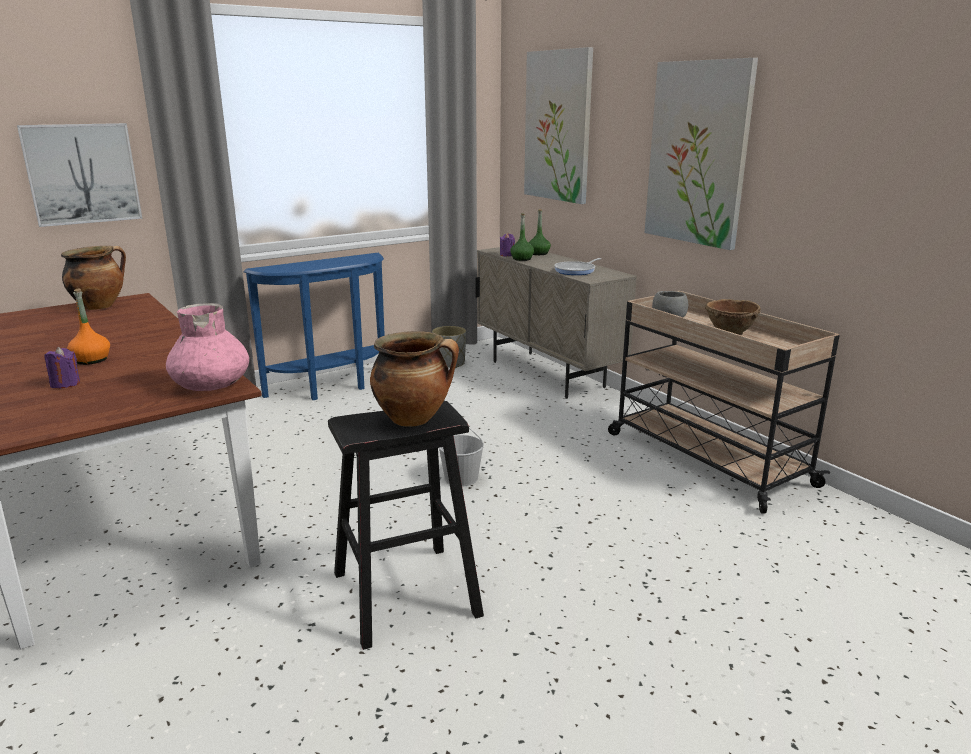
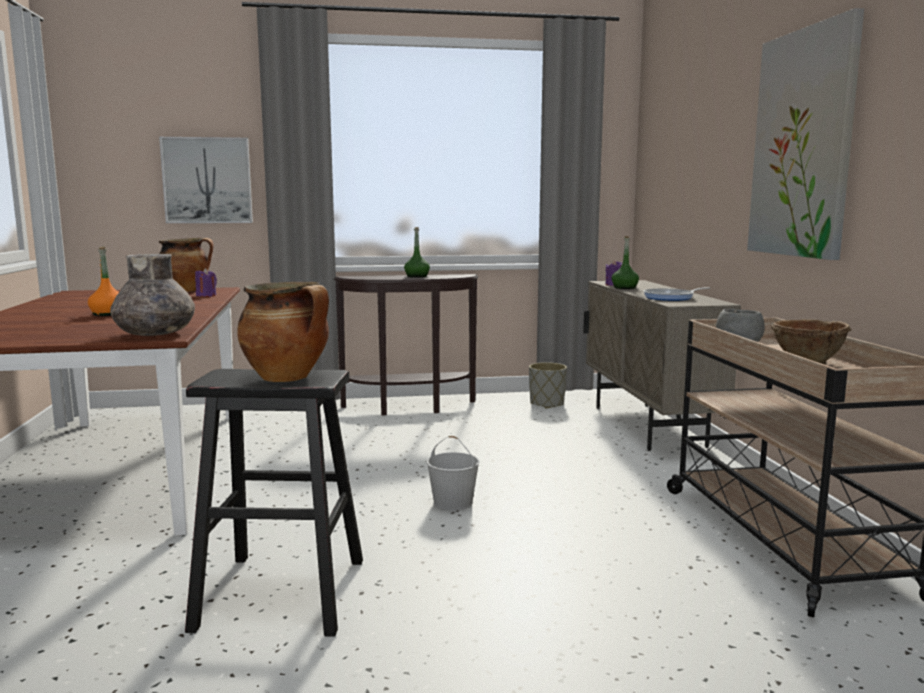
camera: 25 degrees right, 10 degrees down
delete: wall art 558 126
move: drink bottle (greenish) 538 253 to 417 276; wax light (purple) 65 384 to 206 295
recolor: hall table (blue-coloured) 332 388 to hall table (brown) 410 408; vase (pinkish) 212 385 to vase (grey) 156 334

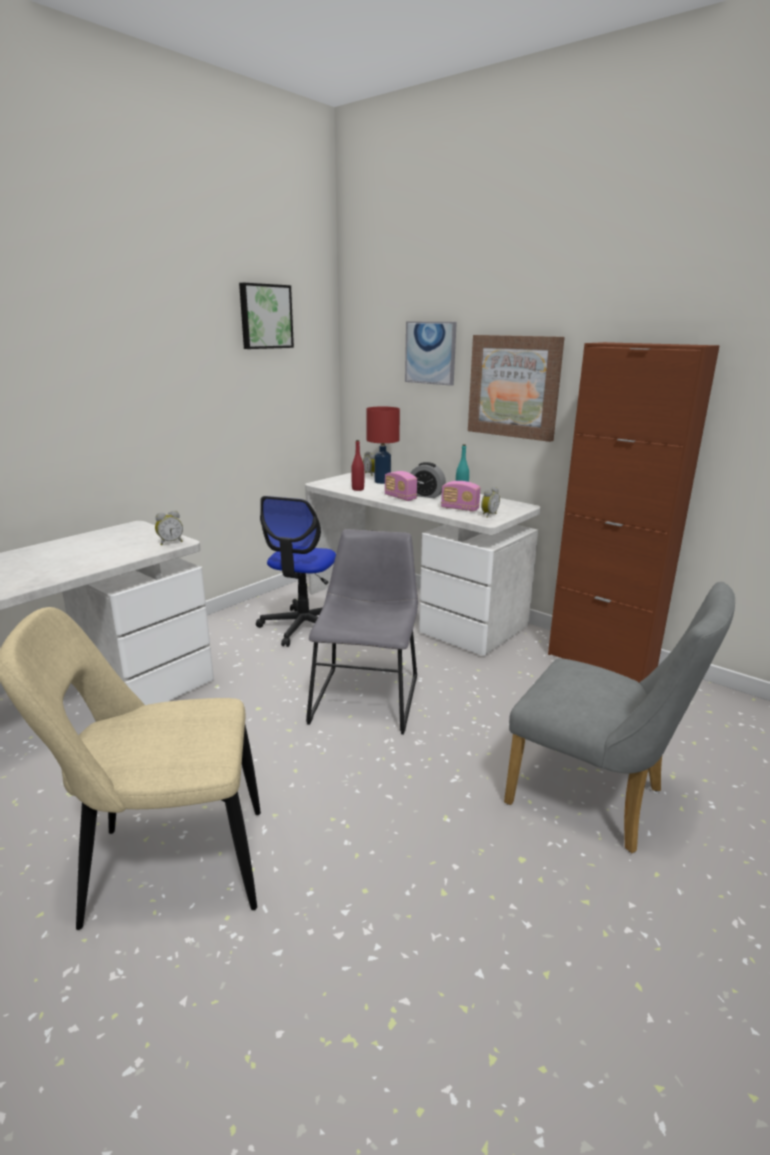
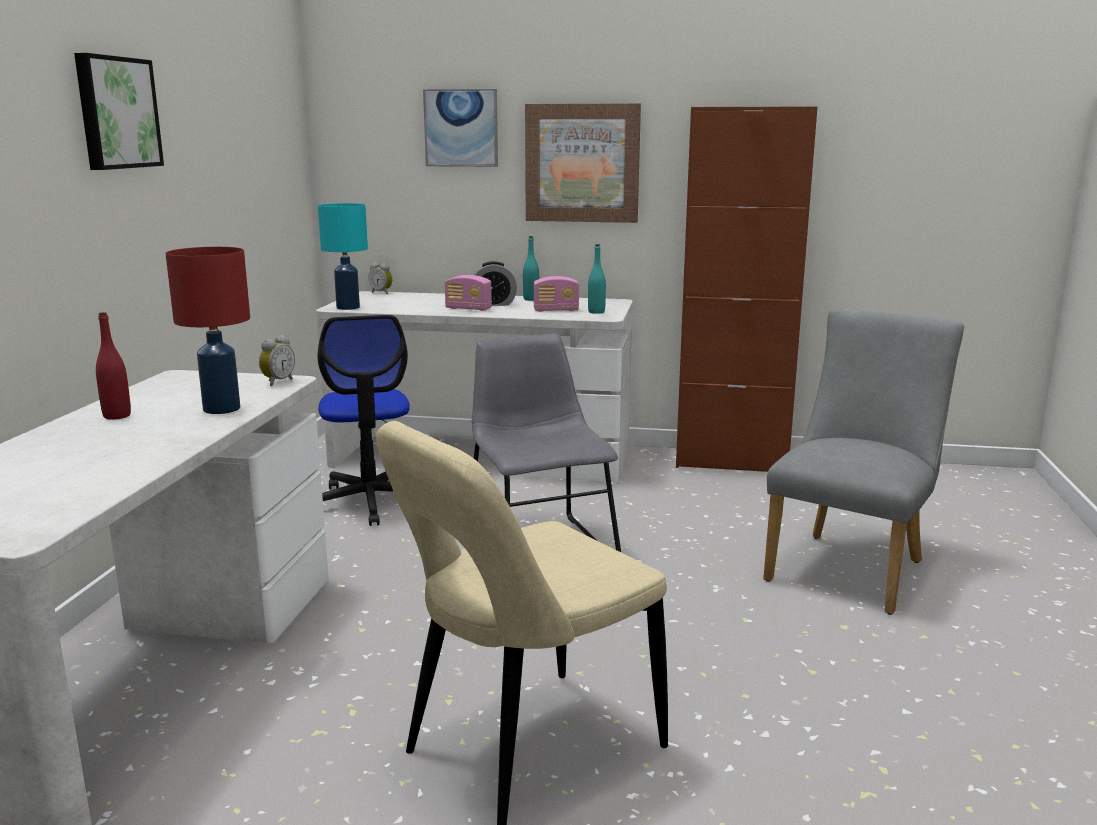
camera: 30 degrees left, 5 degrees down
insert: lamp for a table (turquoise) 348 307
move: wall art 265 316 to 116 113; lamp for a table (red-coloured) 383 482 to 223 409; drink bottle (red-coloured) 358 489 to 117 416
replace: table clock 488 515 to drink bottle (turquoise) 596 312
rotate: chair (grey) 596 800 = 851 567 60 degrees counterclockwise

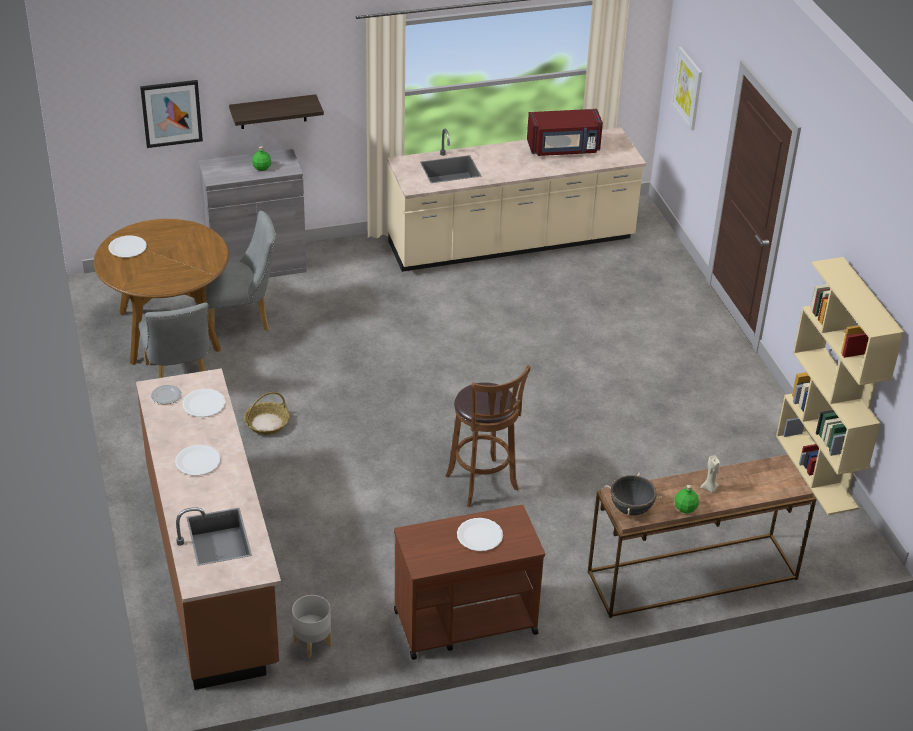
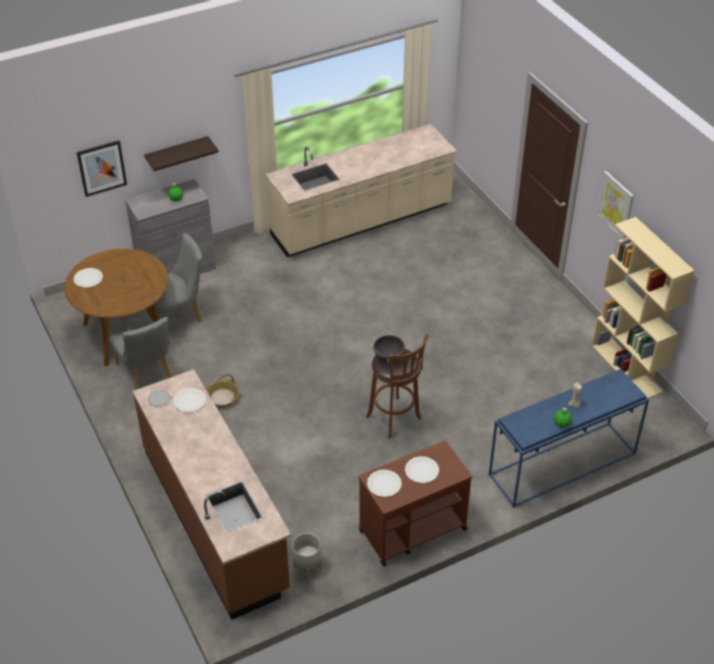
camera: 10 degrees left, 5 degrees up
delete: microwave (red-coloured) 563 149
move: wall art 687 88 to 615 205; dinner plate (white-coloured) 197 461 to 384 484; cooking pot (blackish) 631 509 to 388 358
recolor: hall table (brown) 691 577 to hall table (blue-coloured) 562 465

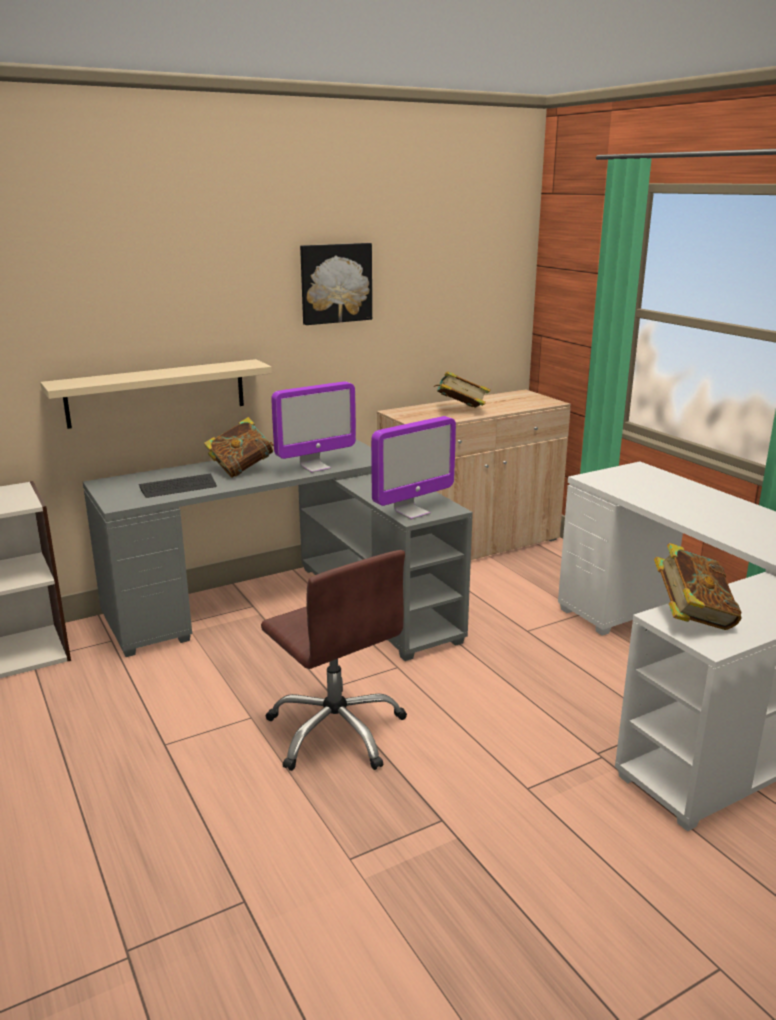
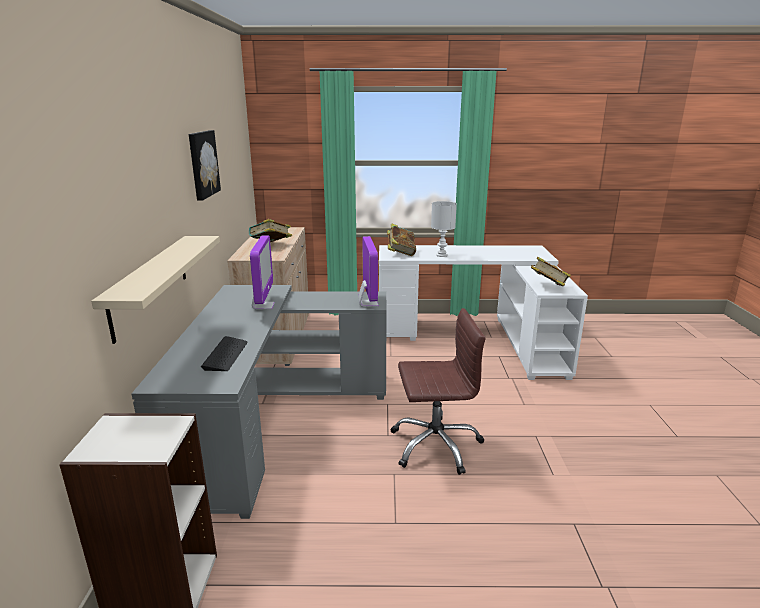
camera: 60 degrees left, 0 degrees up
insert: lamp for a table (white-coloured) 442 255
move: volume 241 470 to 400 253

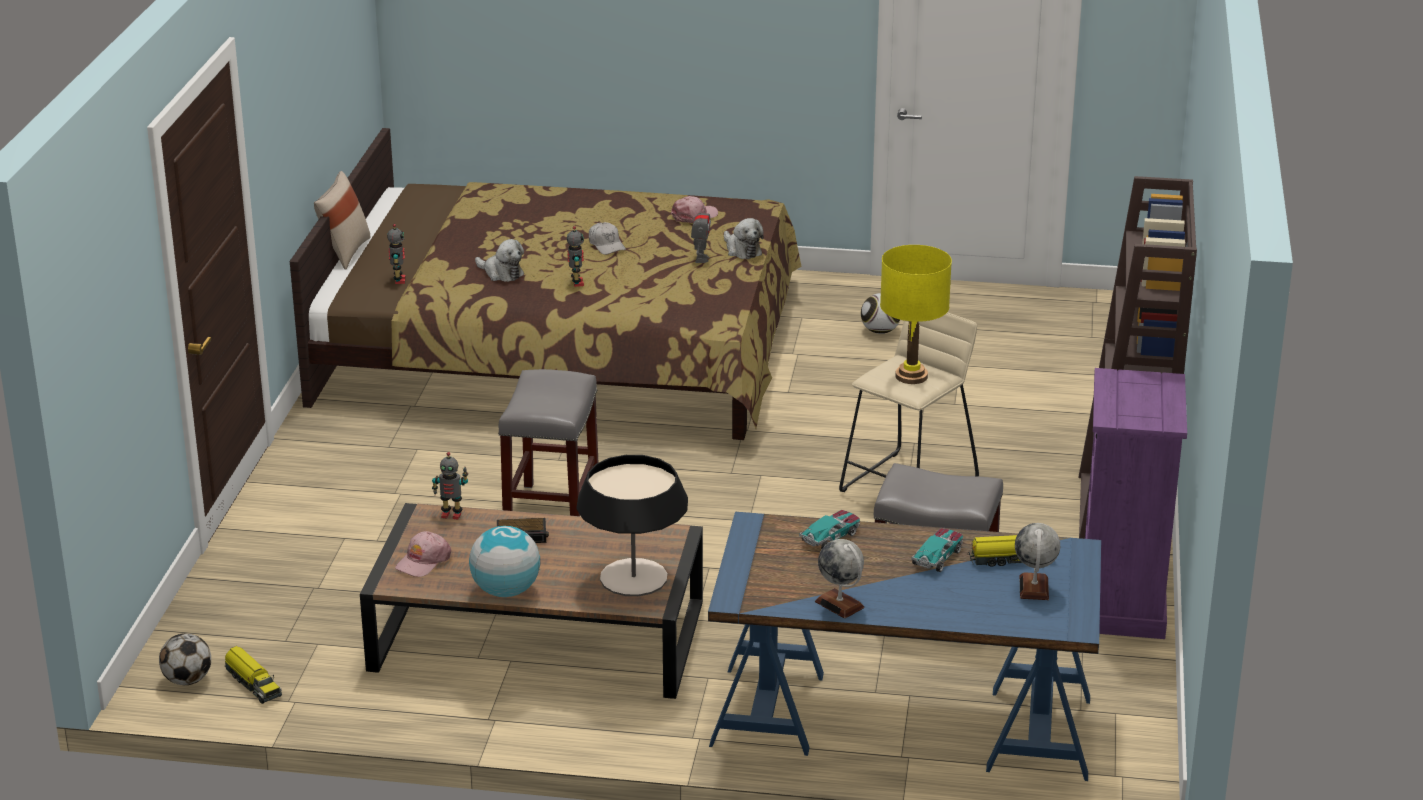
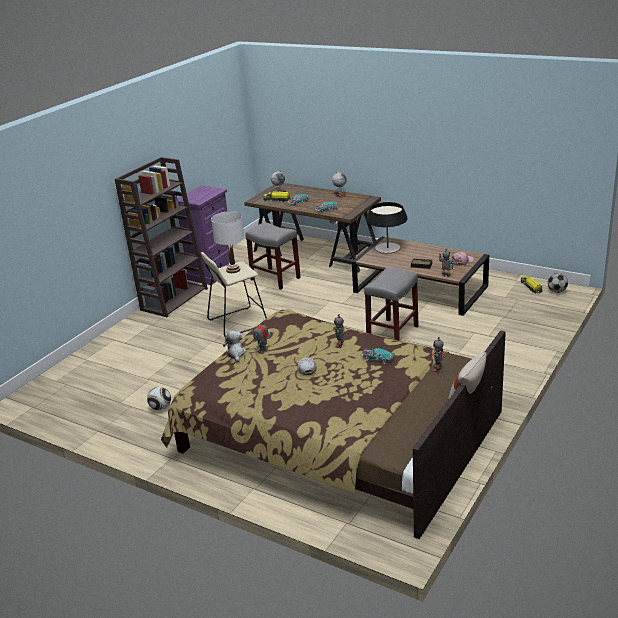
camera: 155 degrees left, 0 degrees up
delete: baseball cap (pinkish) 694 216; world globe 505 591
replace: plush toy 501 273 to model car 377 358
recolor: lamp for a table (yellow-coloured) 911 376 to lamp for a table (white-coloured) 233 270; desk unit (blue-coloured) 901 722 to desk unit (brown) 316 252

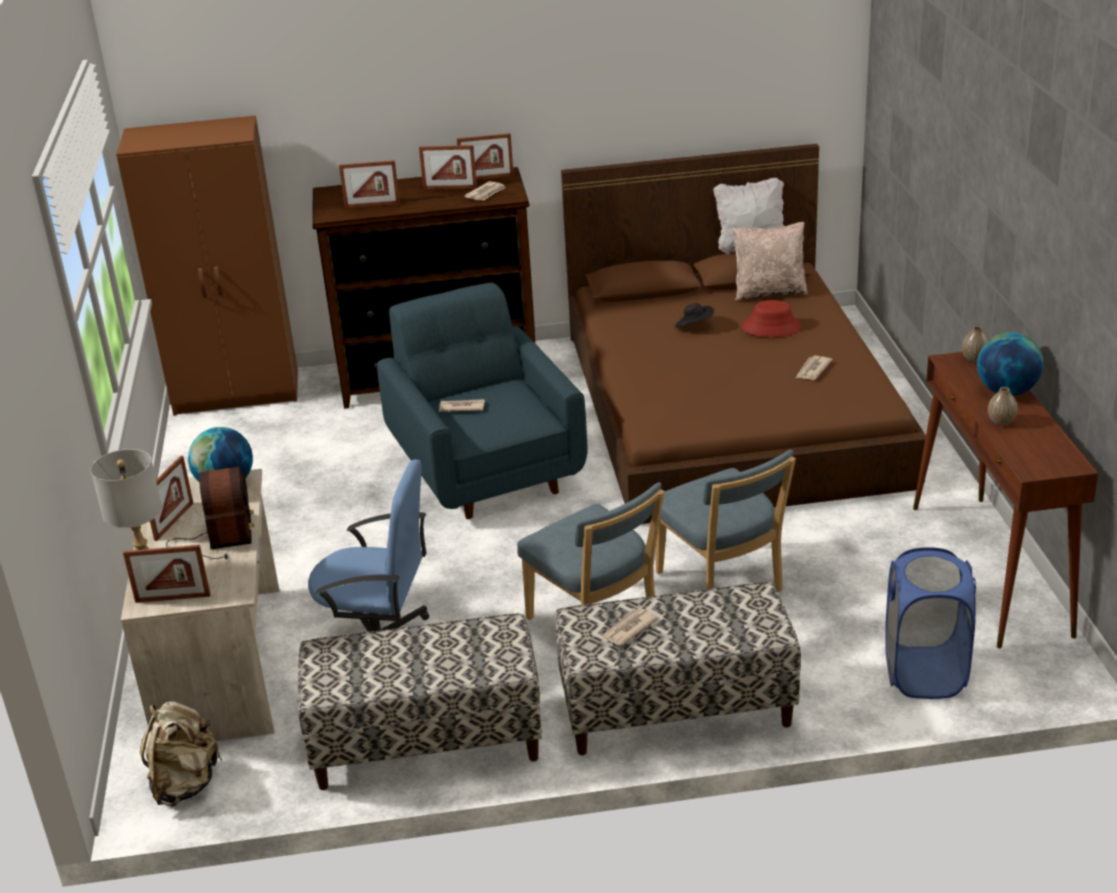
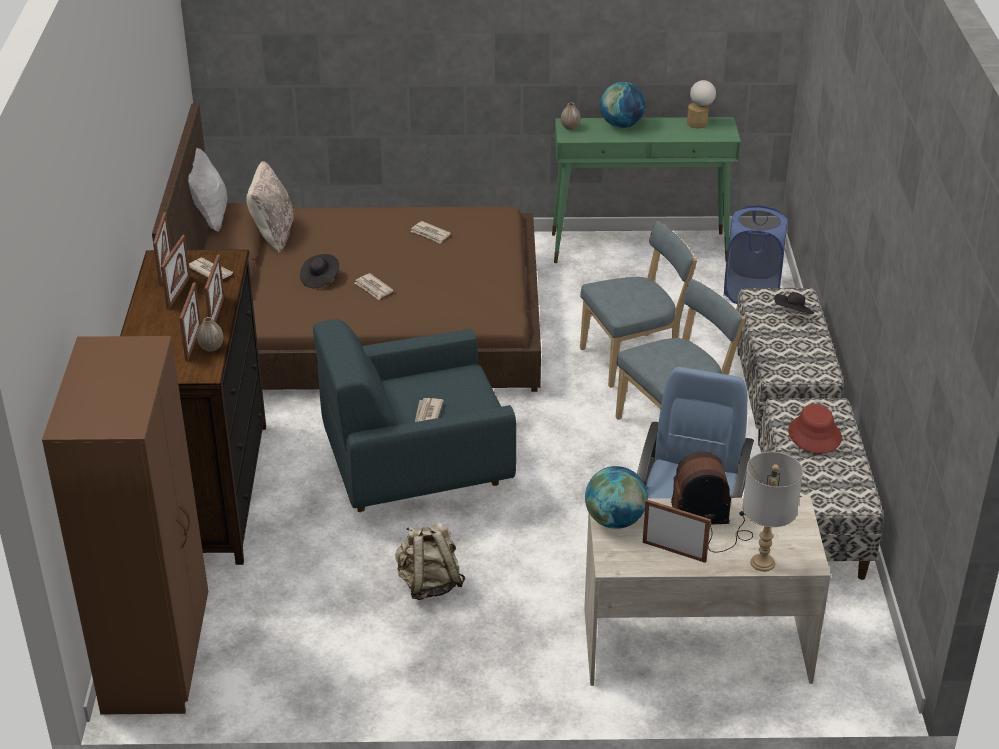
camera: 85 degrees left, 5 degrees up
insert: lamp for a table 699 123; wearable hat (blackish) 793 314
move: wearable hat (red-coloured) 771 327 to 814 435; vase 1001 422 to 211 347; standing frame 173 598 to 217 313; newspaper 628 629 to 373 288; knapsack (beige) 185 784 to 429 584
recolor: hall table (brown) 990 569 to hall table (greenish) 640 247

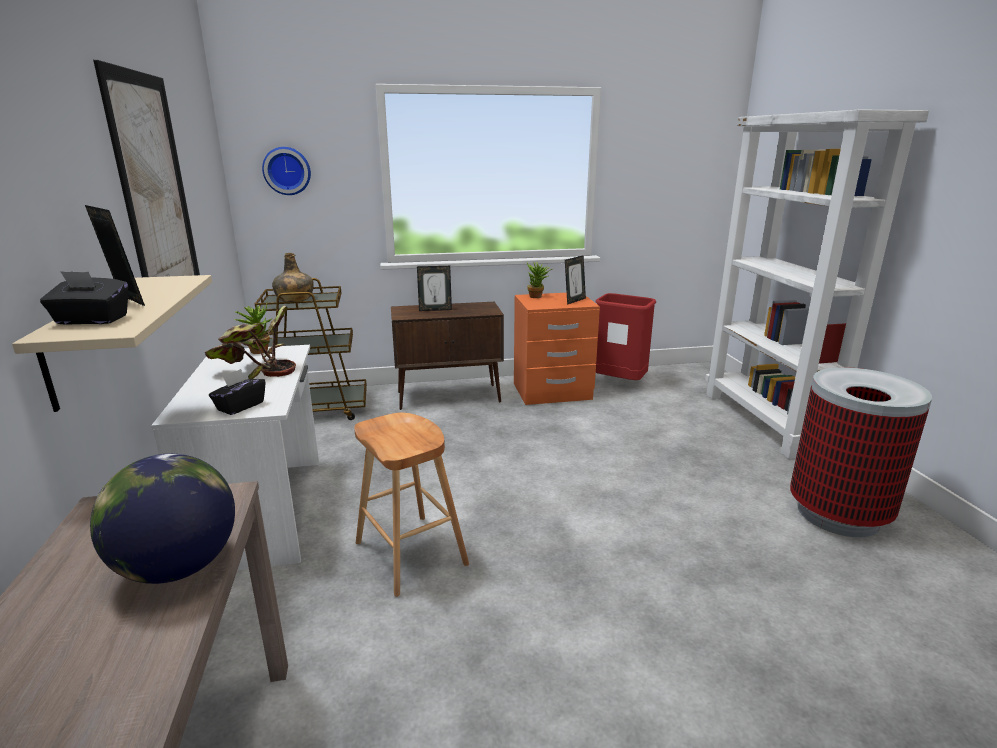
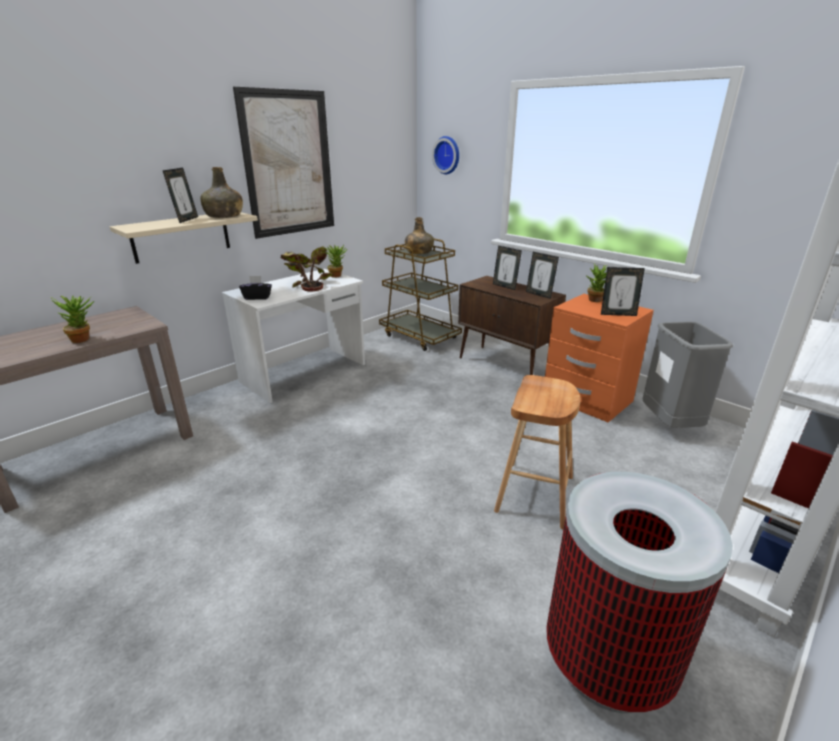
camera: 55 degrees right, 5 degrees up
delete: tissue box (blackish) 92 320
insert: drink bottle (greenish) 224 216; standing frame 539 294
move: stool (brown) 410 553 to 534 493
replace: world globe 179 568 to plant in a pot 84 338
recolor: trash can (red-coloured) 619 383 to trash can (grey) 669 425

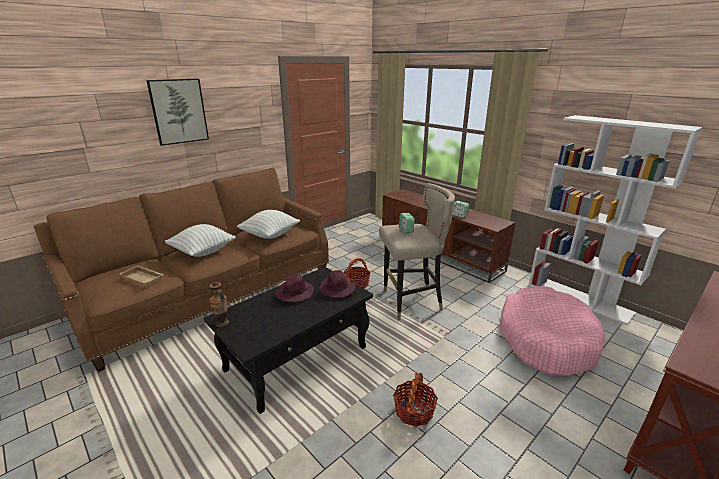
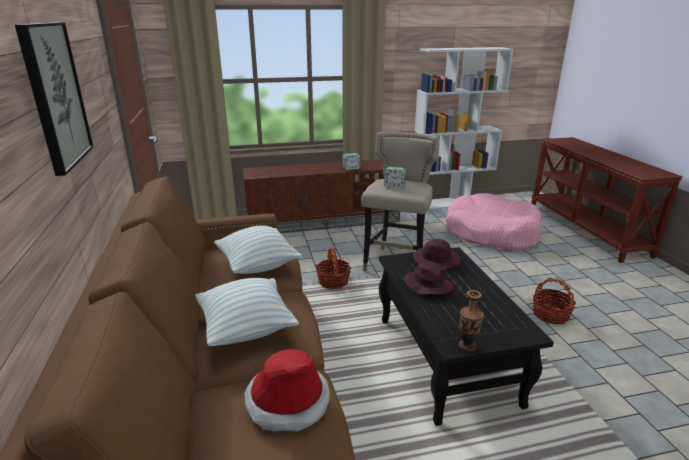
camera: 60 degrees left, 0 degrees up
replace: serving tray (beige) 144 278 to wearable hat 287 401

